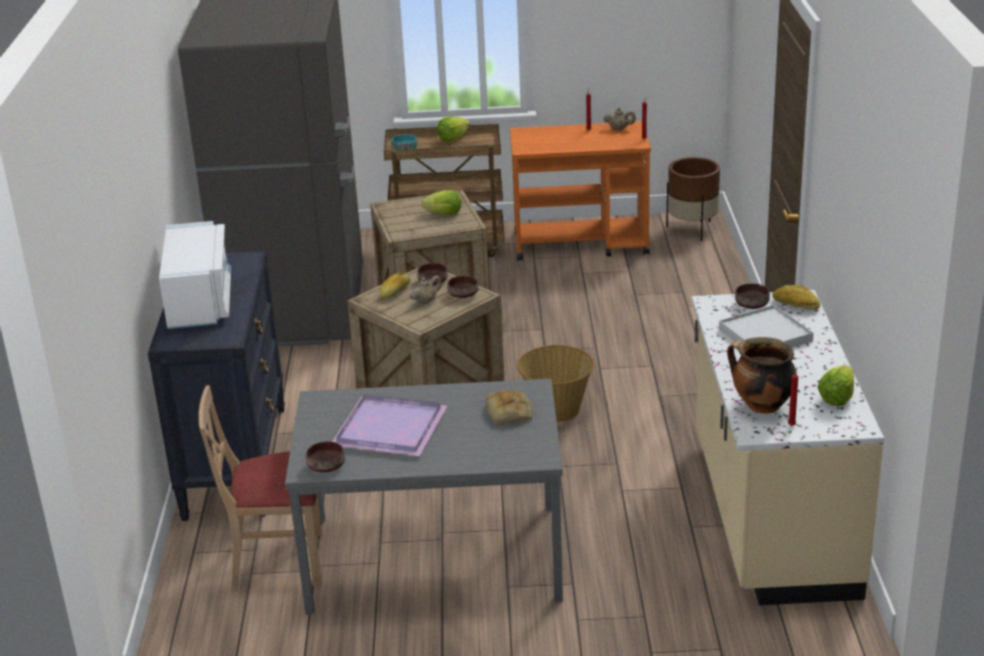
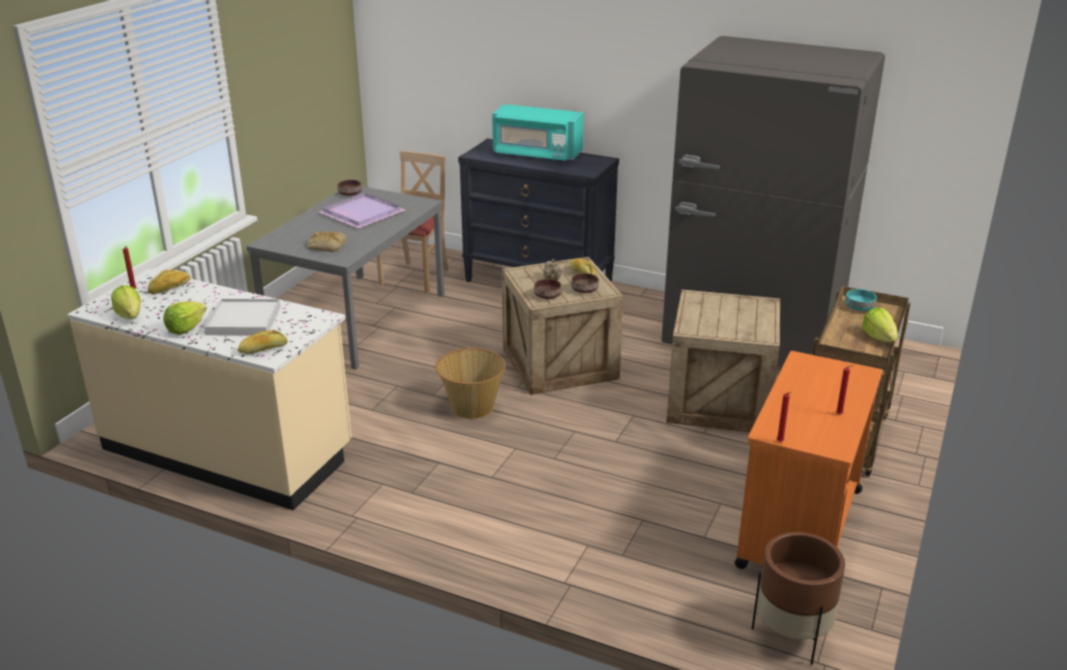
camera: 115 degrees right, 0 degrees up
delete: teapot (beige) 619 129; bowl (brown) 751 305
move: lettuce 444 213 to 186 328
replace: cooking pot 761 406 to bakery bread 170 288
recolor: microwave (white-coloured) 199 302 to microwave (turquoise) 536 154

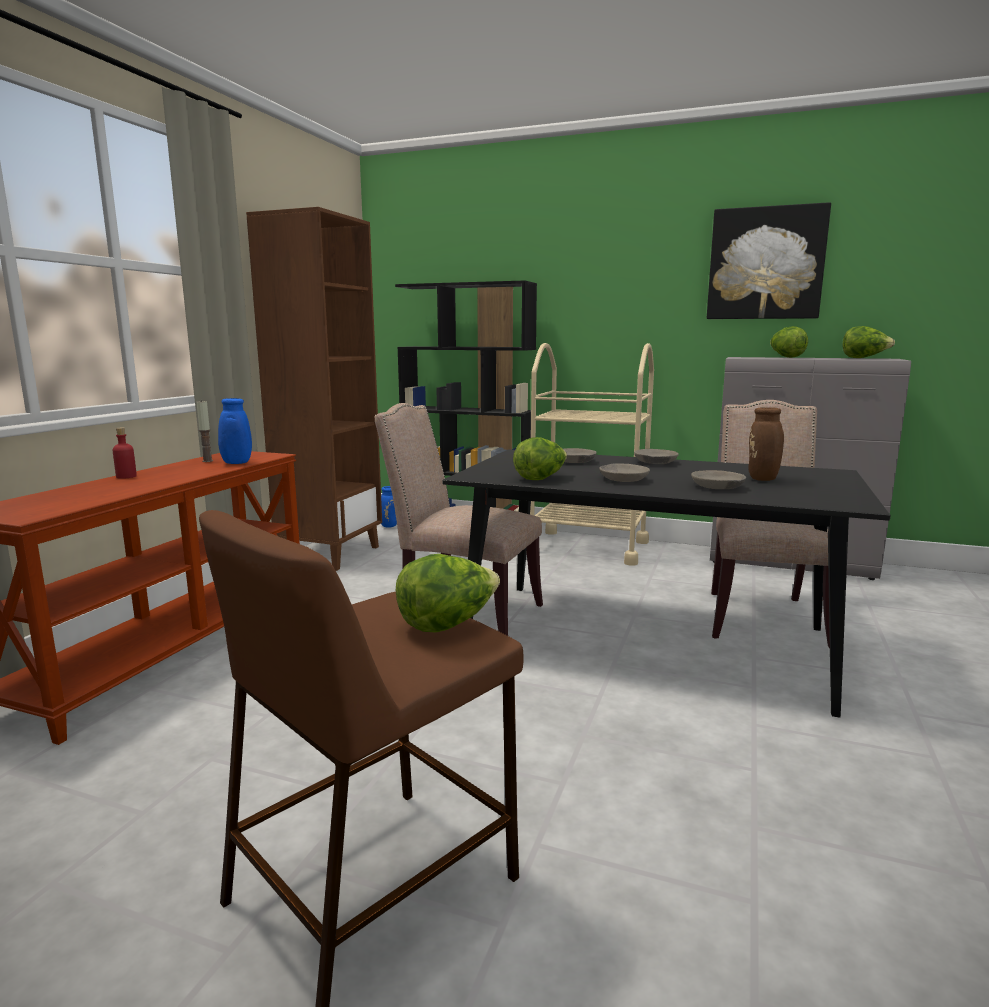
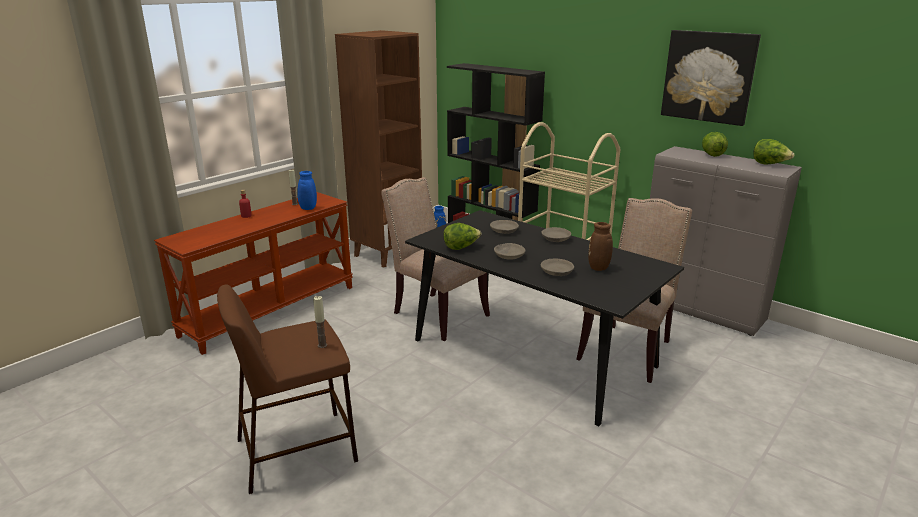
camera: 20 degrees right, 10 degrees up
replace: lettuce 447 624 to wax light 322 345

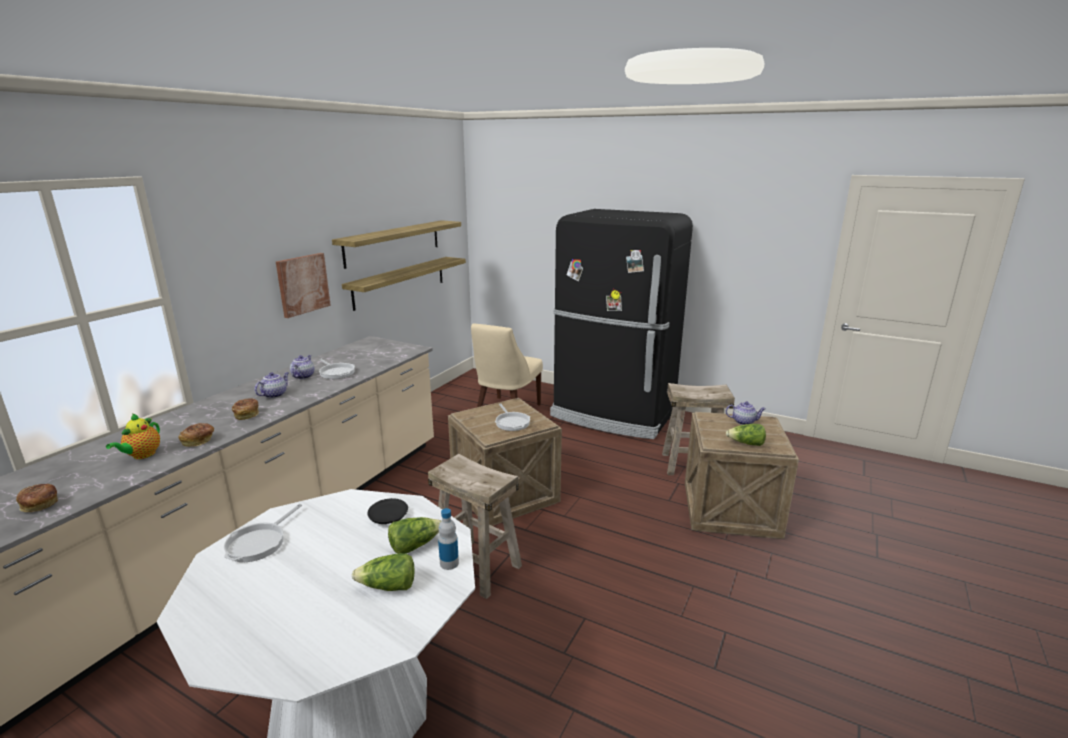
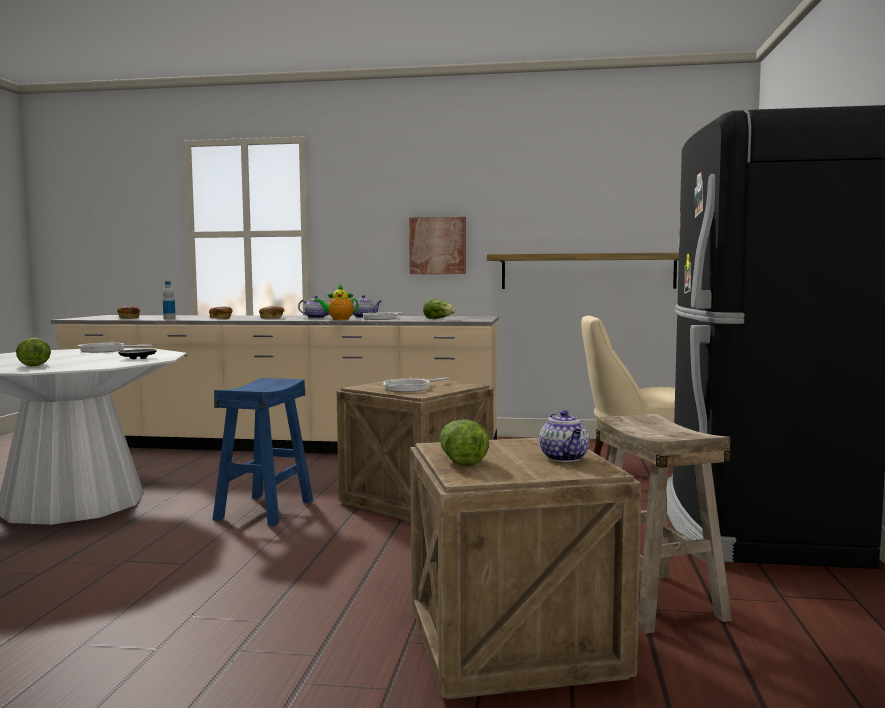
camera: 70 degrees right, 15 degrees down
delete: wall shelf 393 242
move: teapot 142 455 to 338 319; drink bottle 449 563 to 169 319; lettuce 414 545 to 439 319
recolor: stool (beige) 477 567 to stool (blue-coloured) 265 510

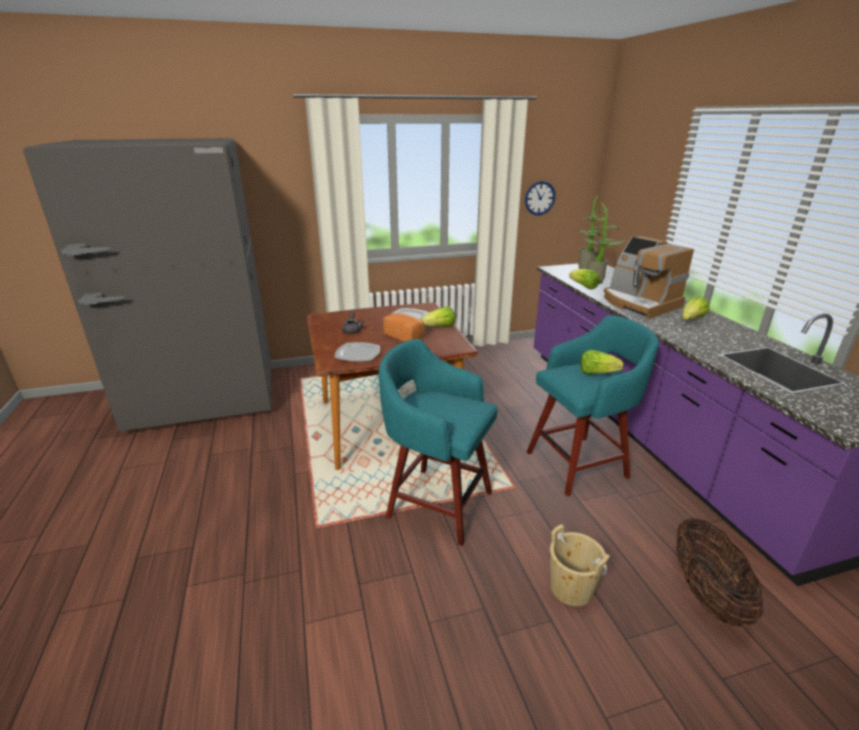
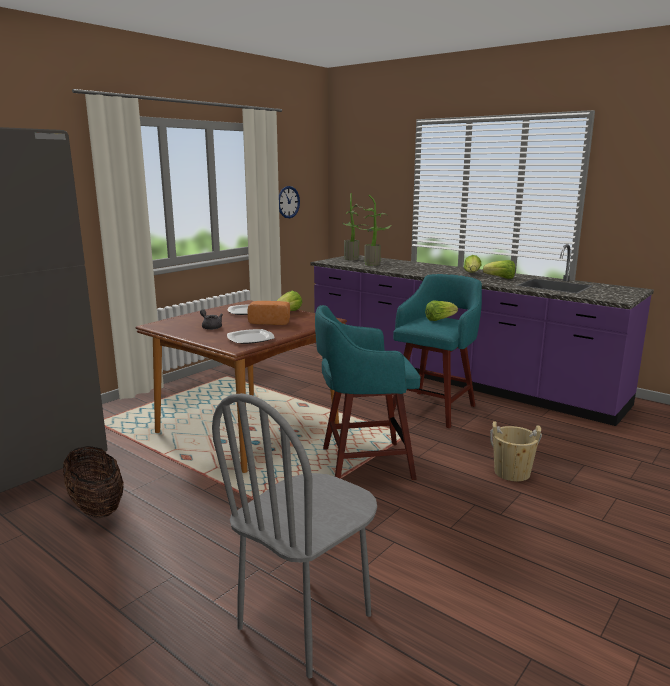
camera: 35 degrees left, 10 degrees down
delete: coffee maker 639 304
insert: chair (grey) 306 622
move: lettuce 583 287 to 500 278; basket 706 593 to 96 507

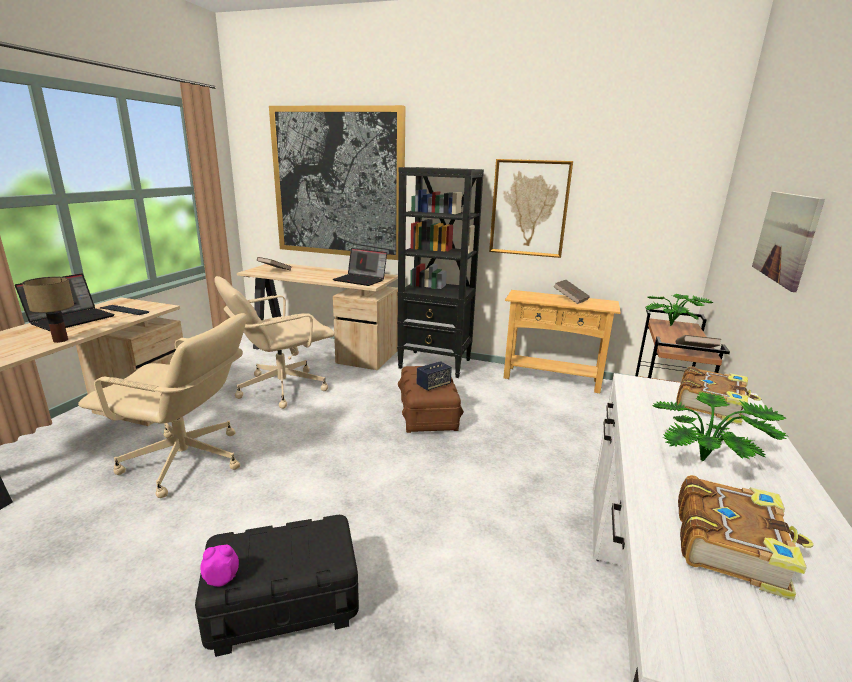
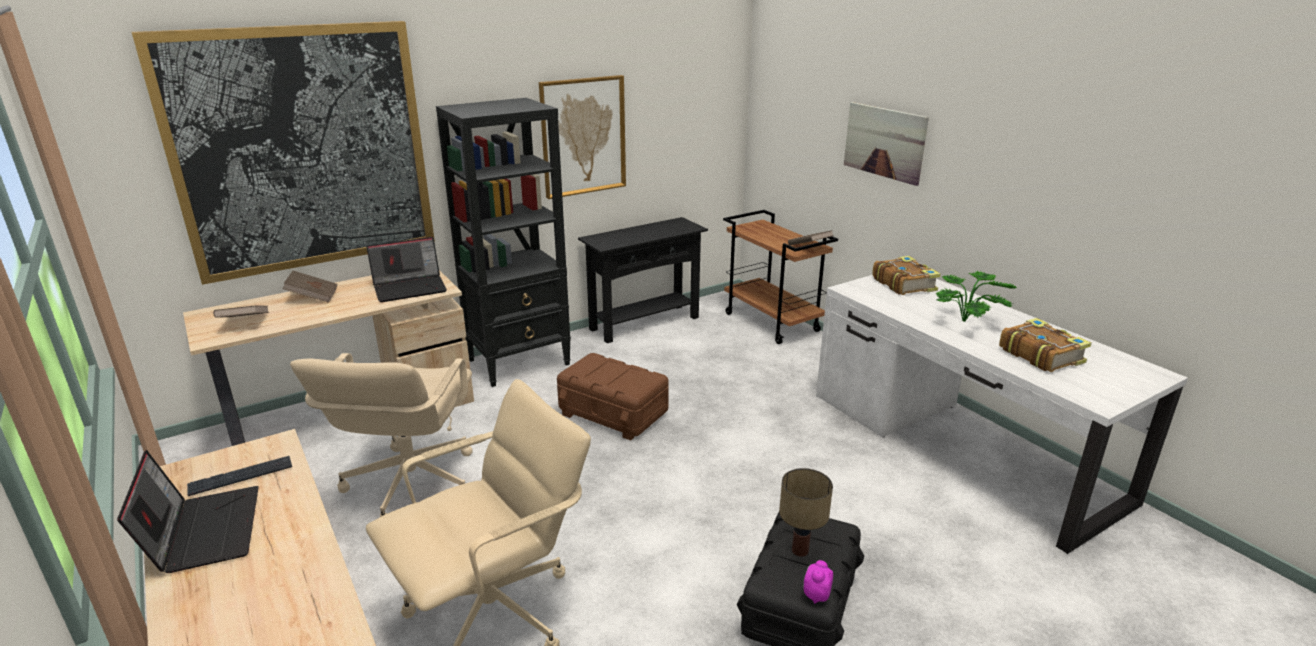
camera: 50 degrees left, 5 degrees up
delete: plant in a pot 672 326; loudspeaker 433 385
move: lamp for a table 59 340 to 800 551; volume (brown) 570 299 to 313 297
recolor: hall table (beige) 551 379 to hall table (blackish) 644 323

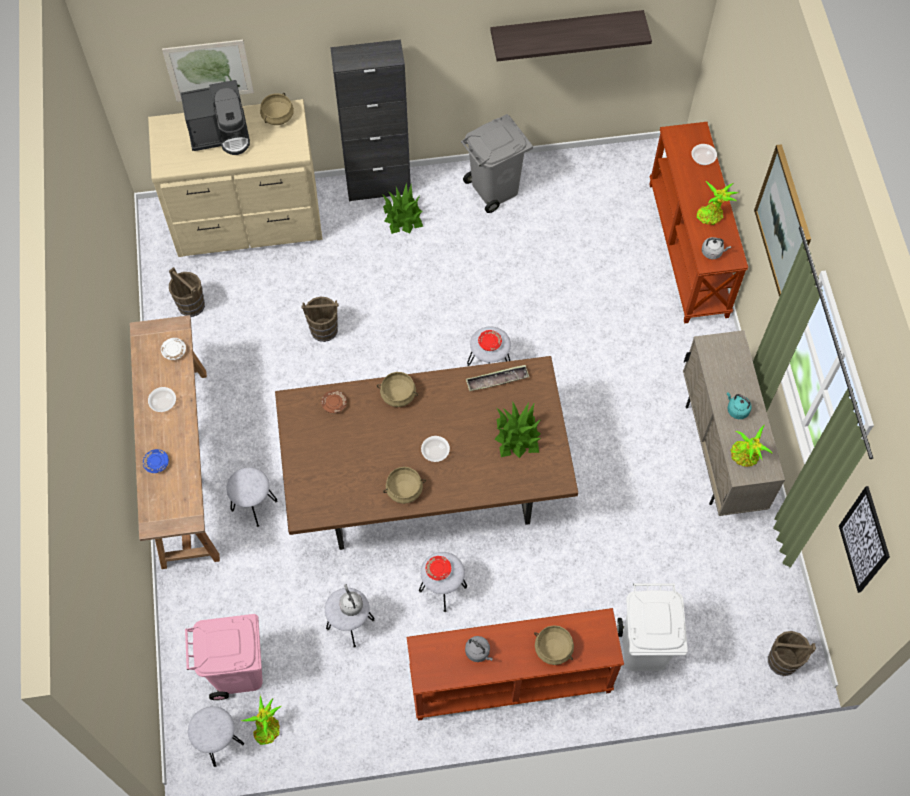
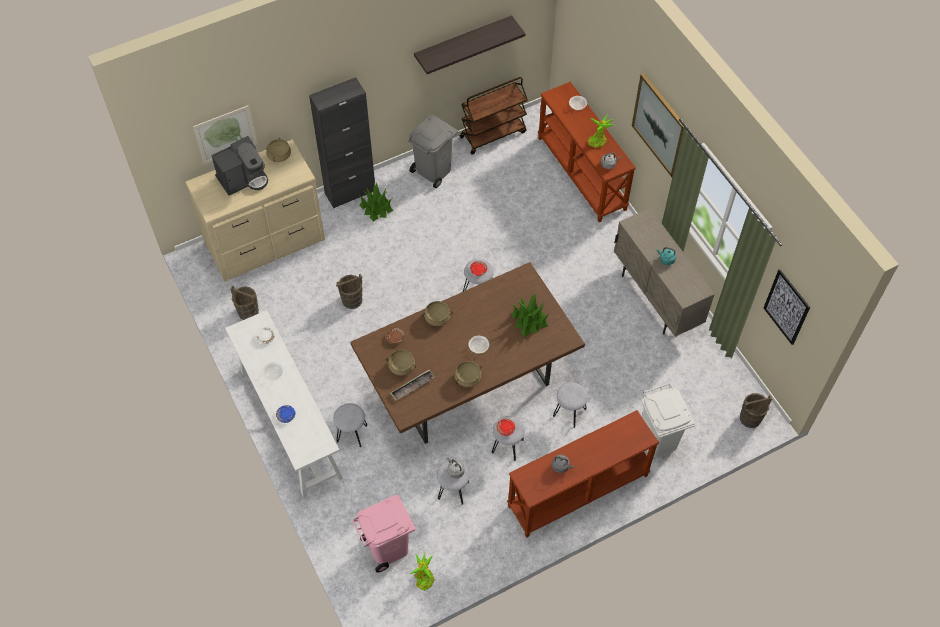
camera: 20 degrees left, 5 degrees down
delete: plant in a pot 745 456
insert: trolley (brown) 493 134
move: serving tray 497 380 to 412 386; cooking pot (beige) 553 648 to 401 367; stool (grey) 218 741 to 569 413
recolor: hall table (brown) 184 465 to hall table (white-coloured) 290 422

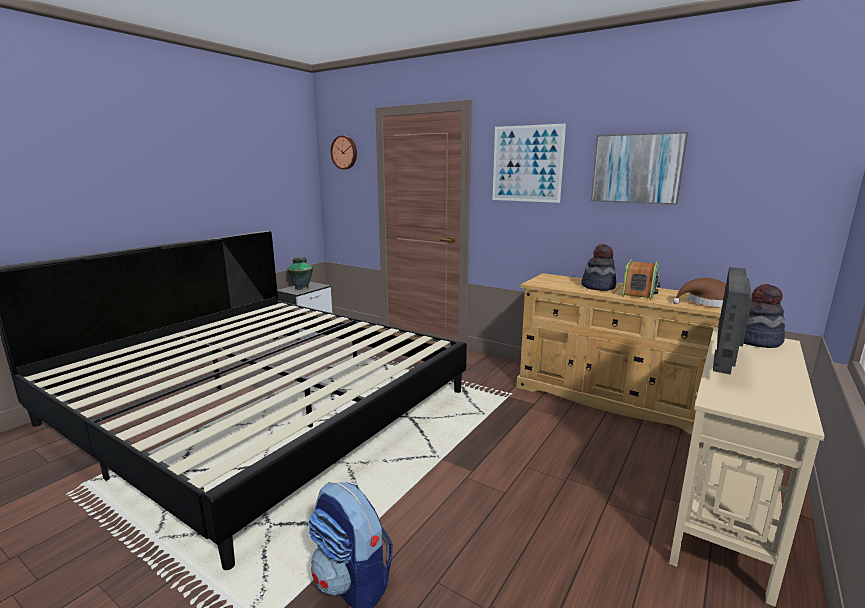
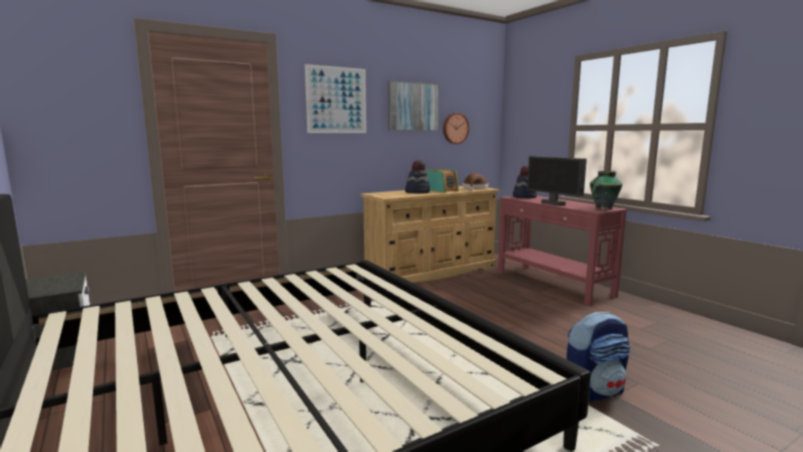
camera: 65 degrees left, 5 degrees down
move: wall clock 344 152 to 455 128; vase 301 288 to 603 208
recolor: hall table (beige) 724 508 to hall table (red-coloured) 553 284

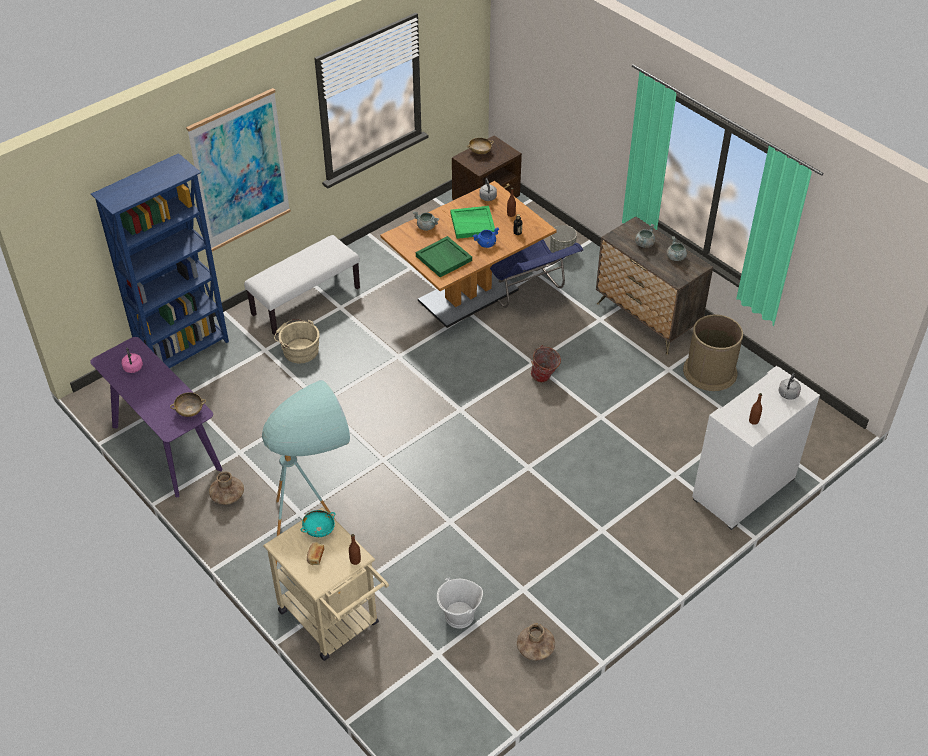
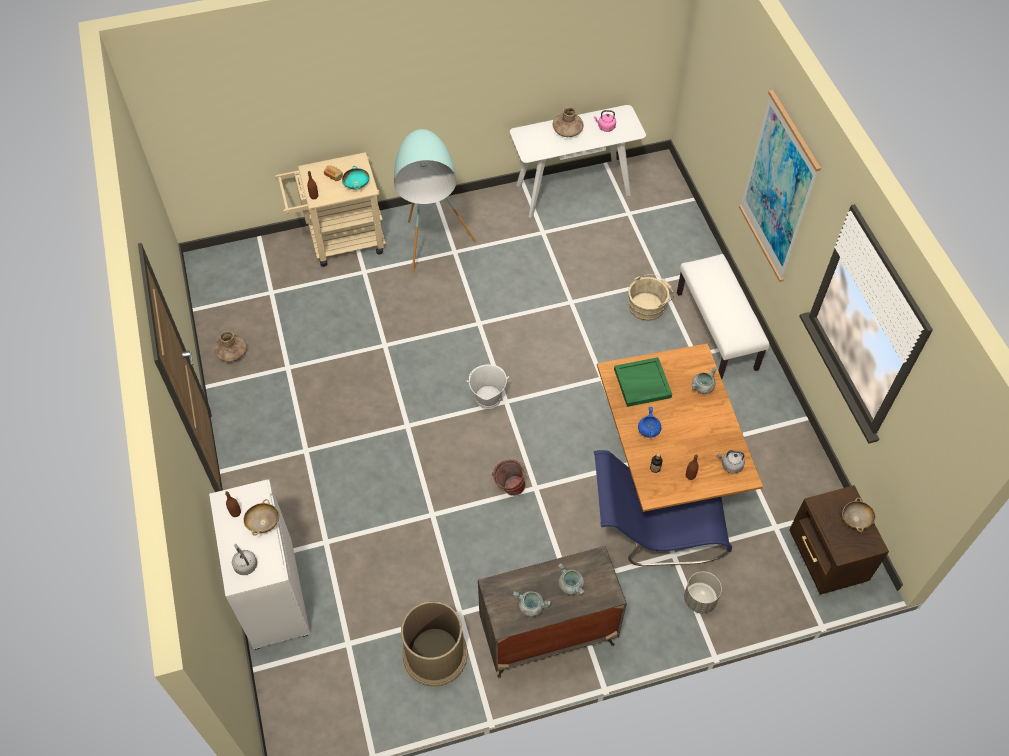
camera: 115 degrees right, 10 degrees up
delete: bookshelf (blue-coloured) 185 352; serving tray (greenish) 473 223
move: bowl (beige) 190 411 to 263 523; vase (brown) 227 496 to 567 131; water bucket (white-coloured) 459 616 to 487 398
recolor: hall table (purple) 166 448 to hall table (white-coloured) 573 189

